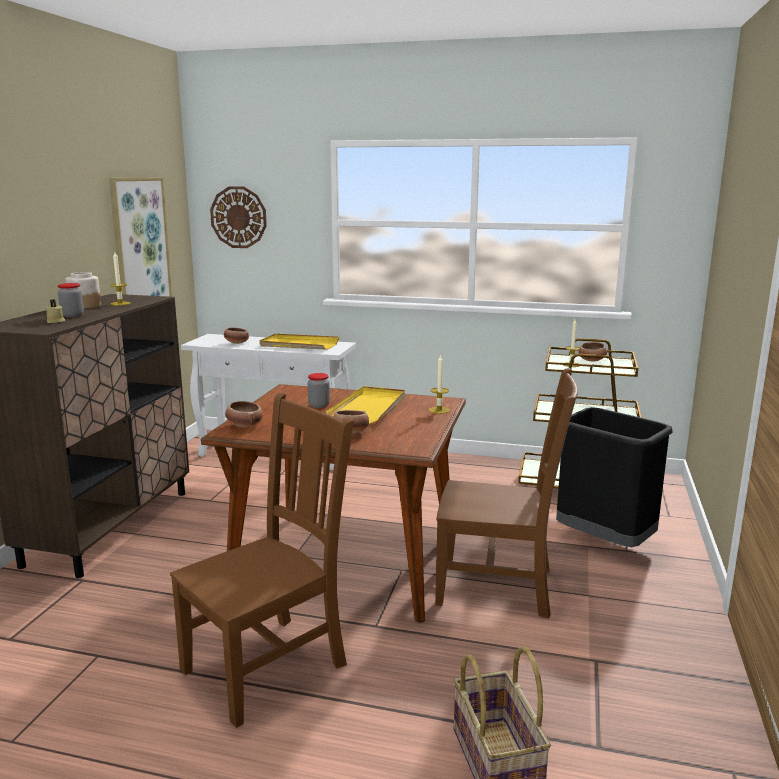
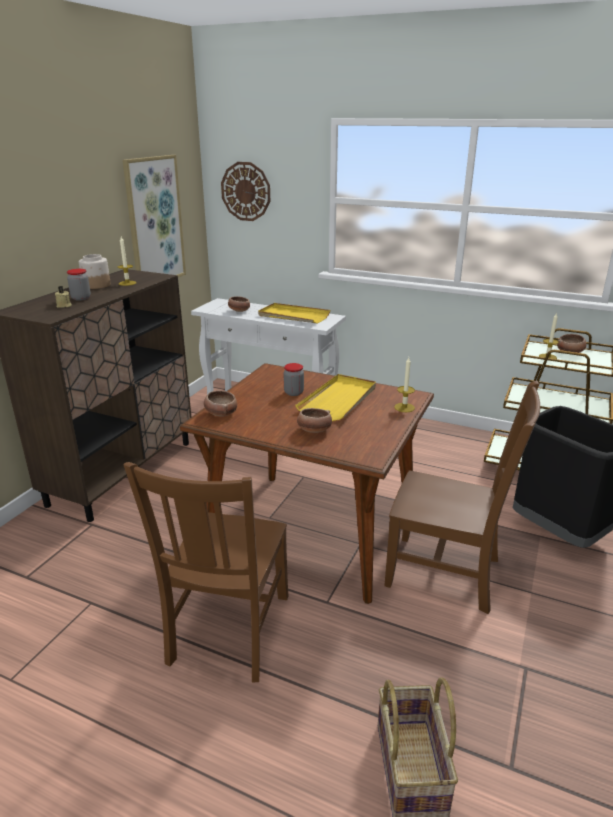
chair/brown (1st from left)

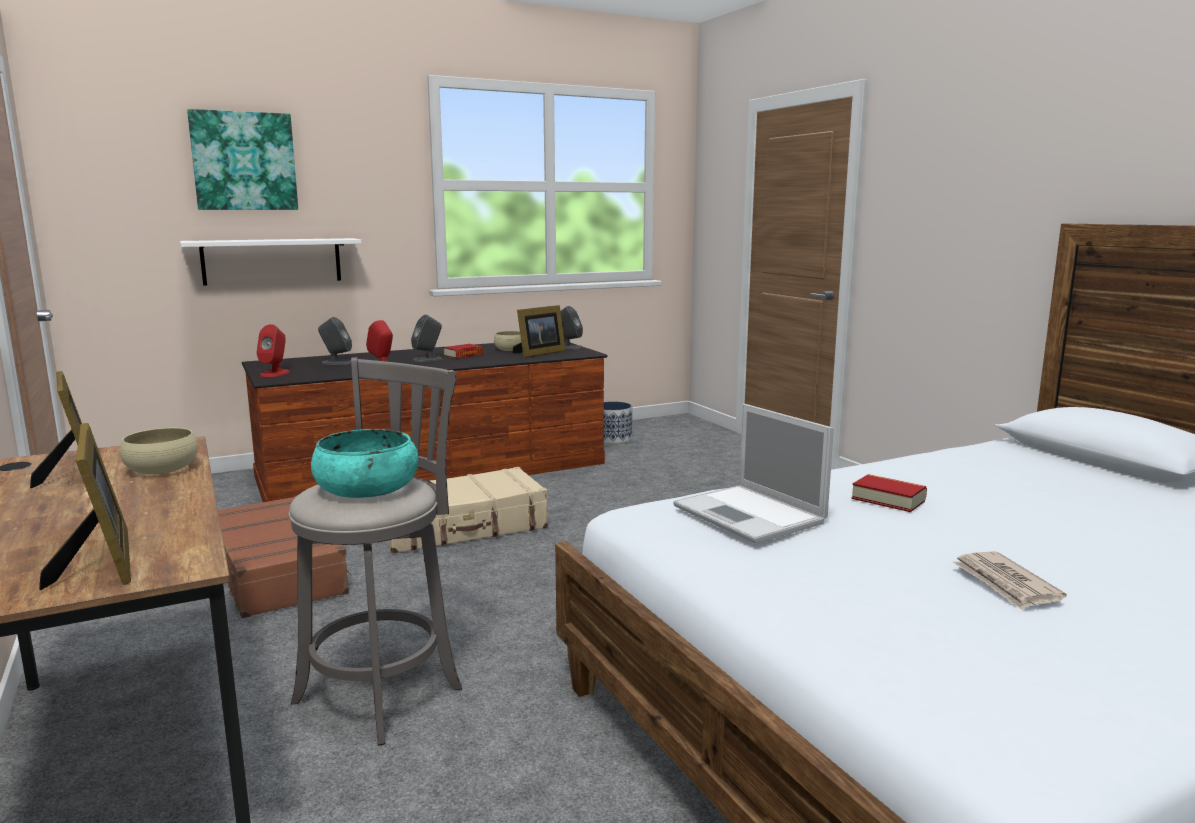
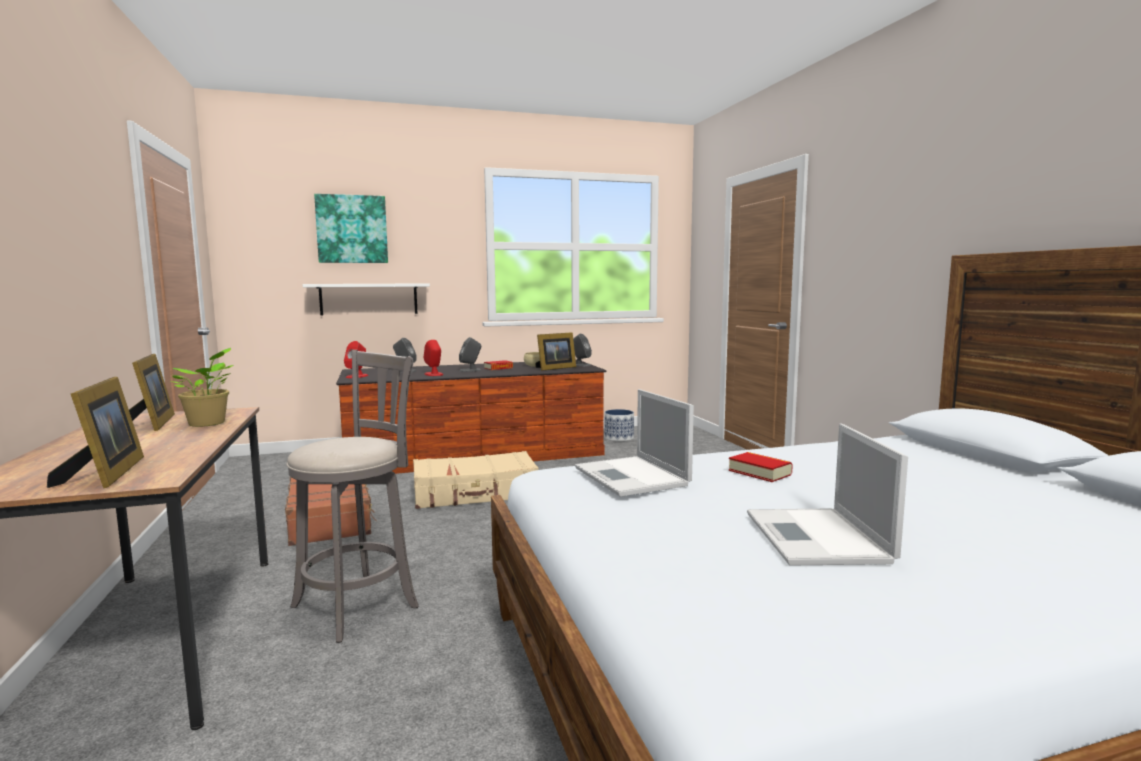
bowl/turquoise; potted plant; laptop (2nd from left)

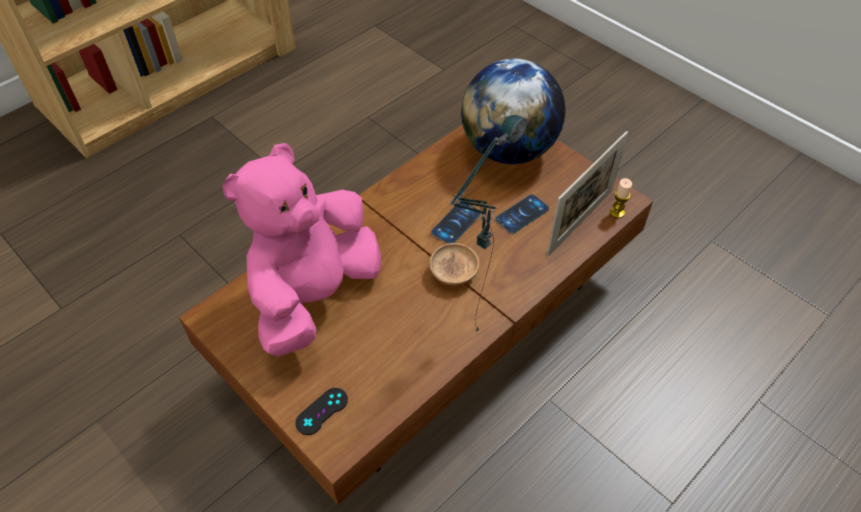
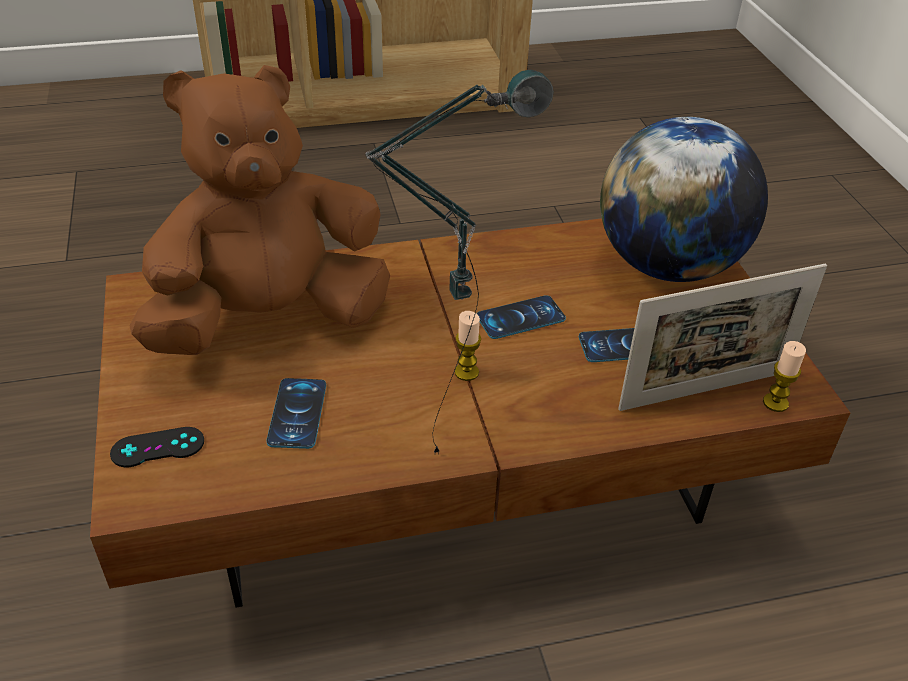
phone (1st from left); candle (1st from left); plush toy/brown

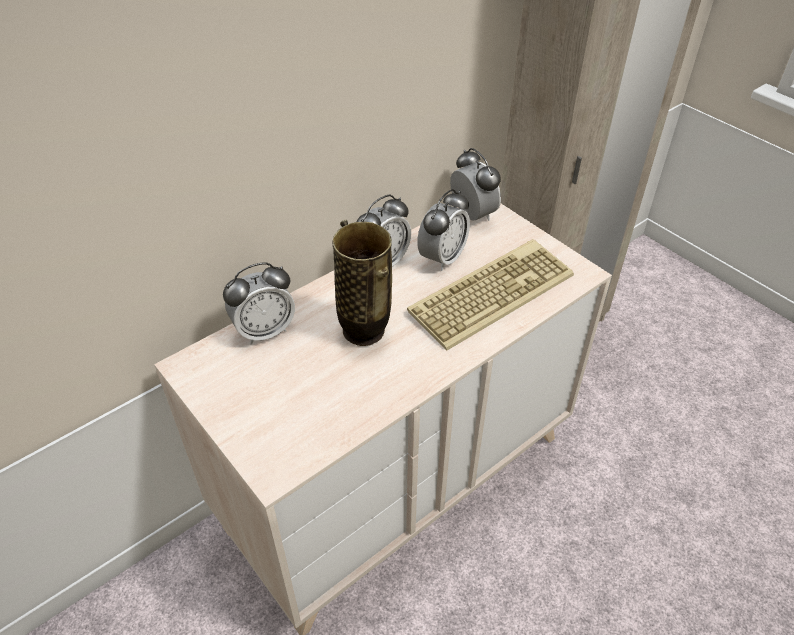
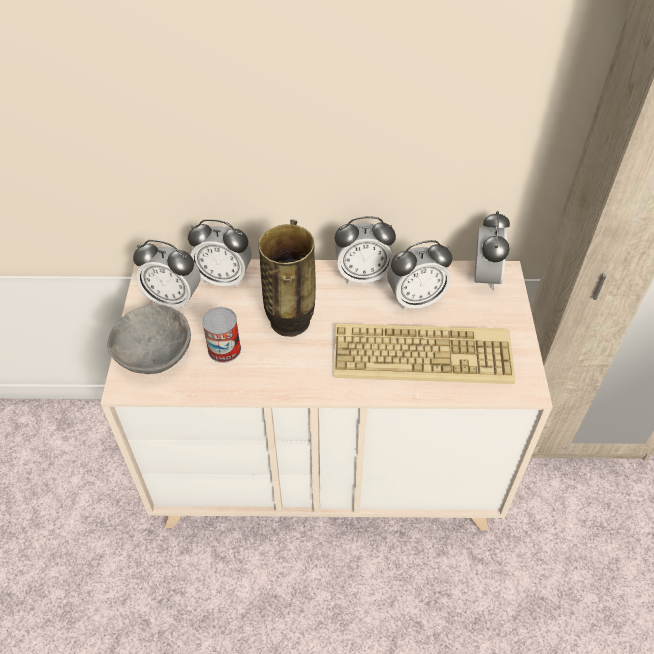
bowl/grey; alarm clock (1st from left); can

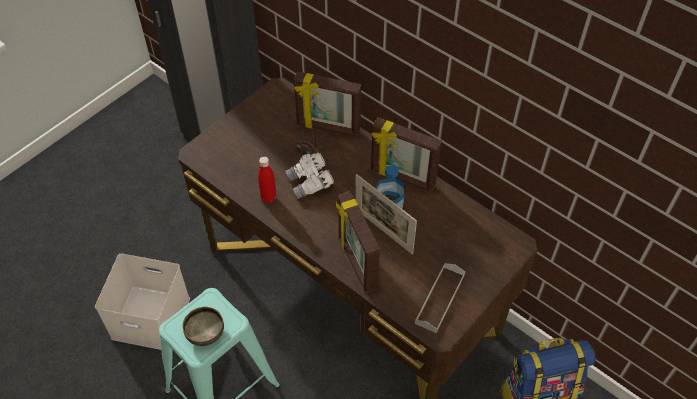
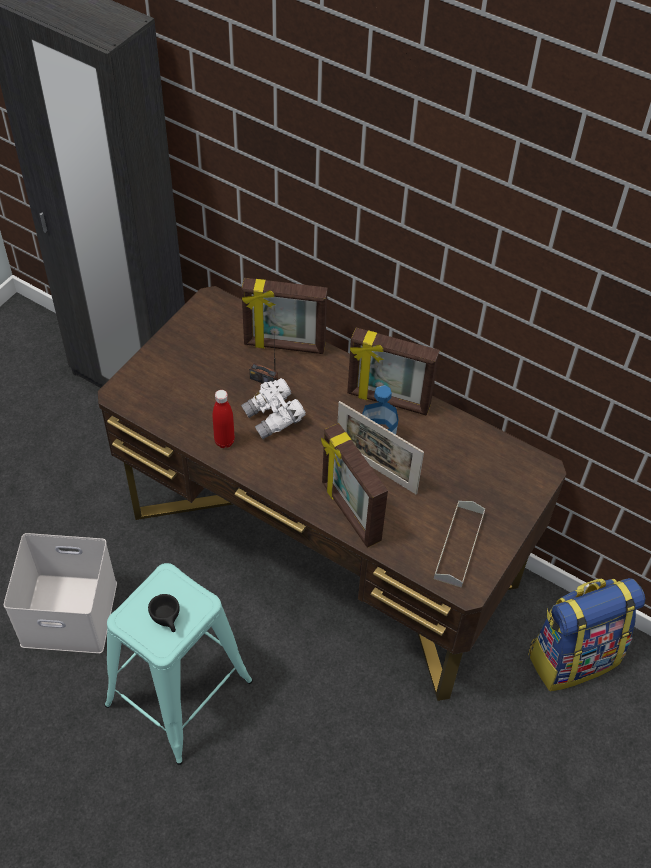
cup/black

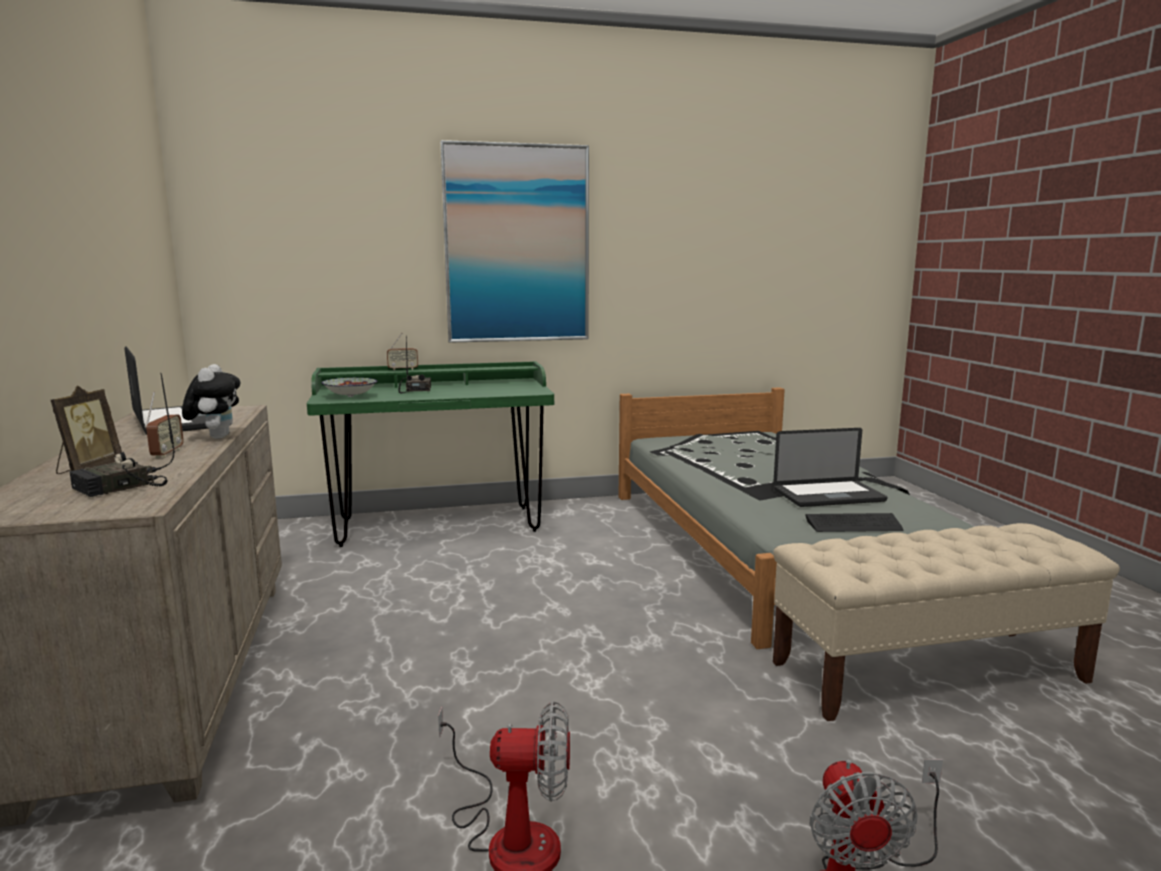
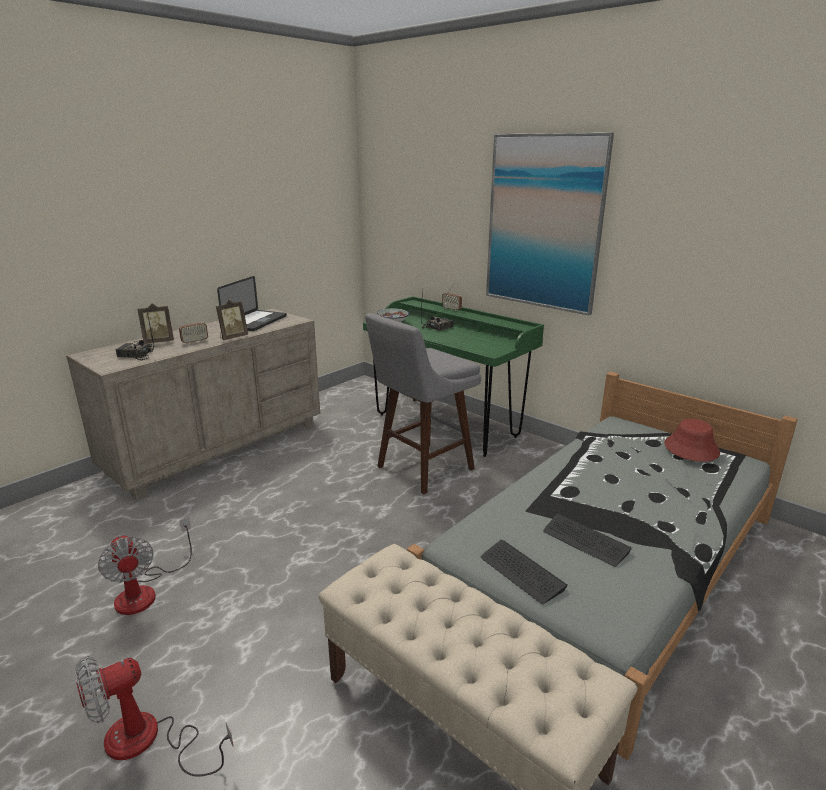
stool/grey; hat/red; picture frame (2nd from left); keyboard (2nd from left)

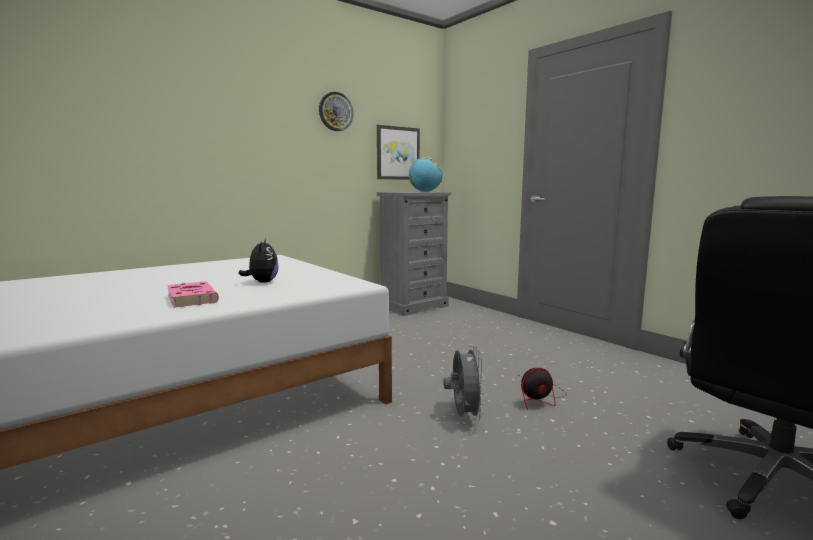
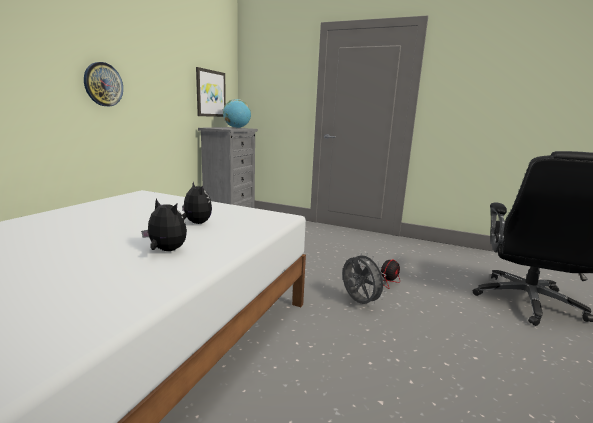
wall clock; plush toy (1st from left)

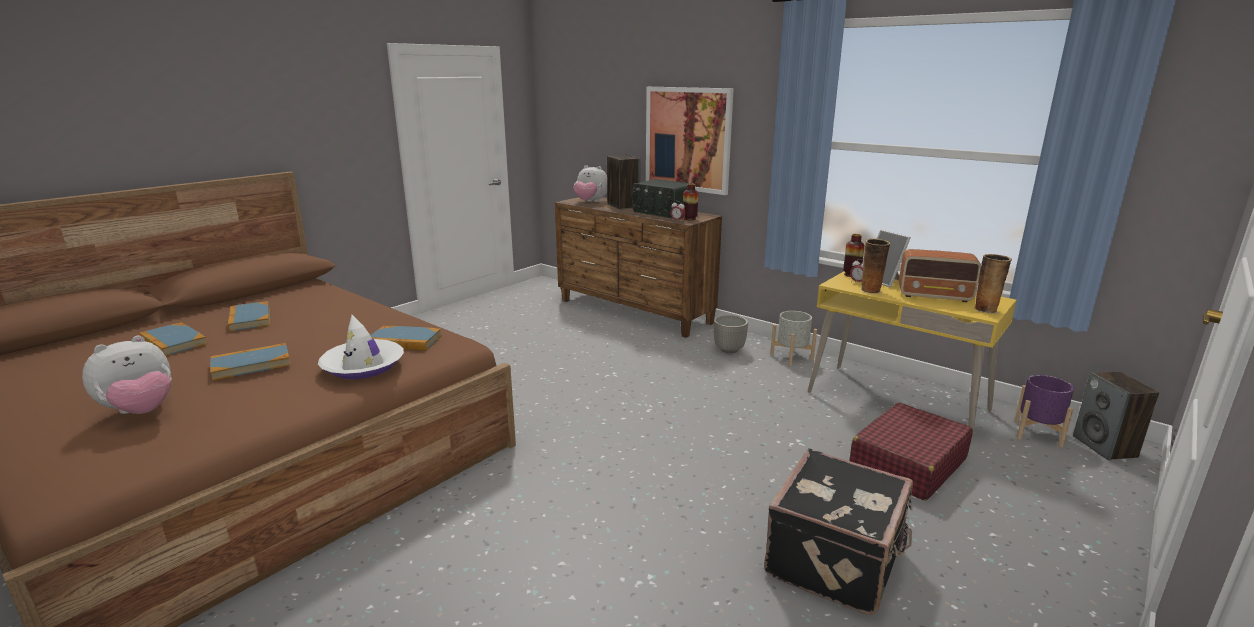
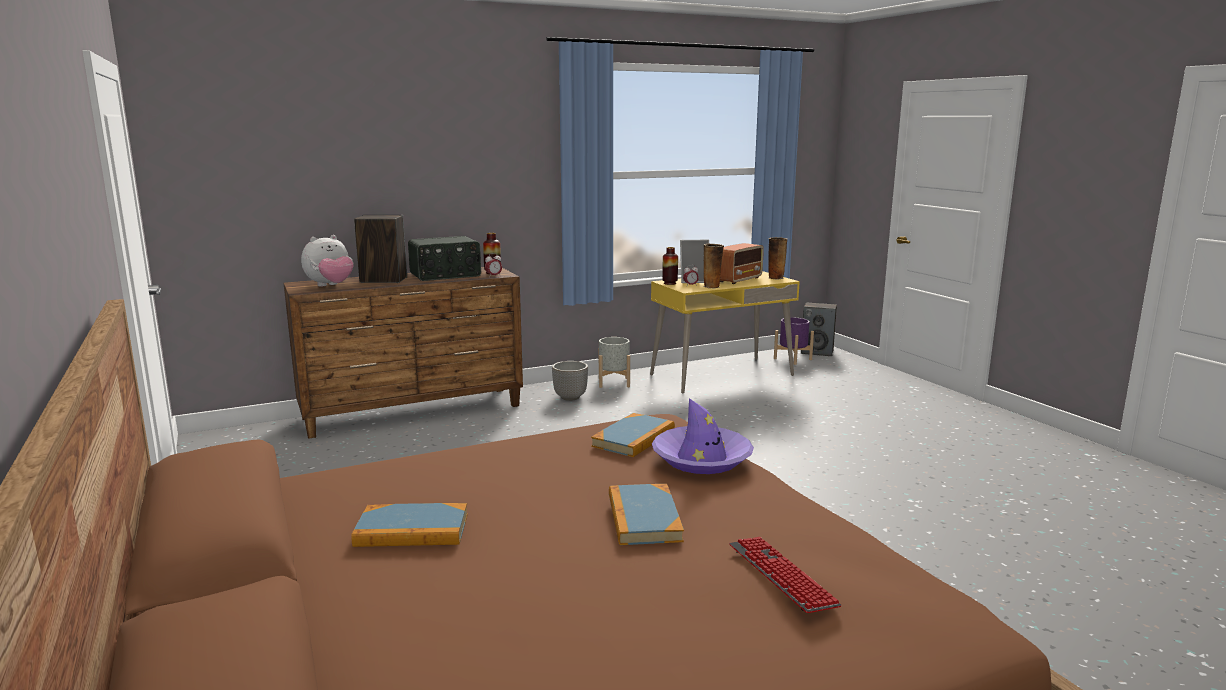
book (1st from left in the first image); picture; suitcase/black; suitcase/red; keyboard; hat/purple

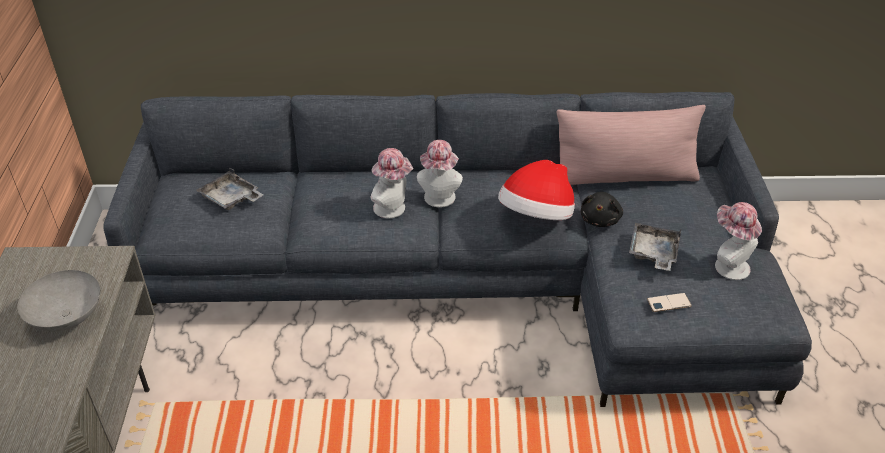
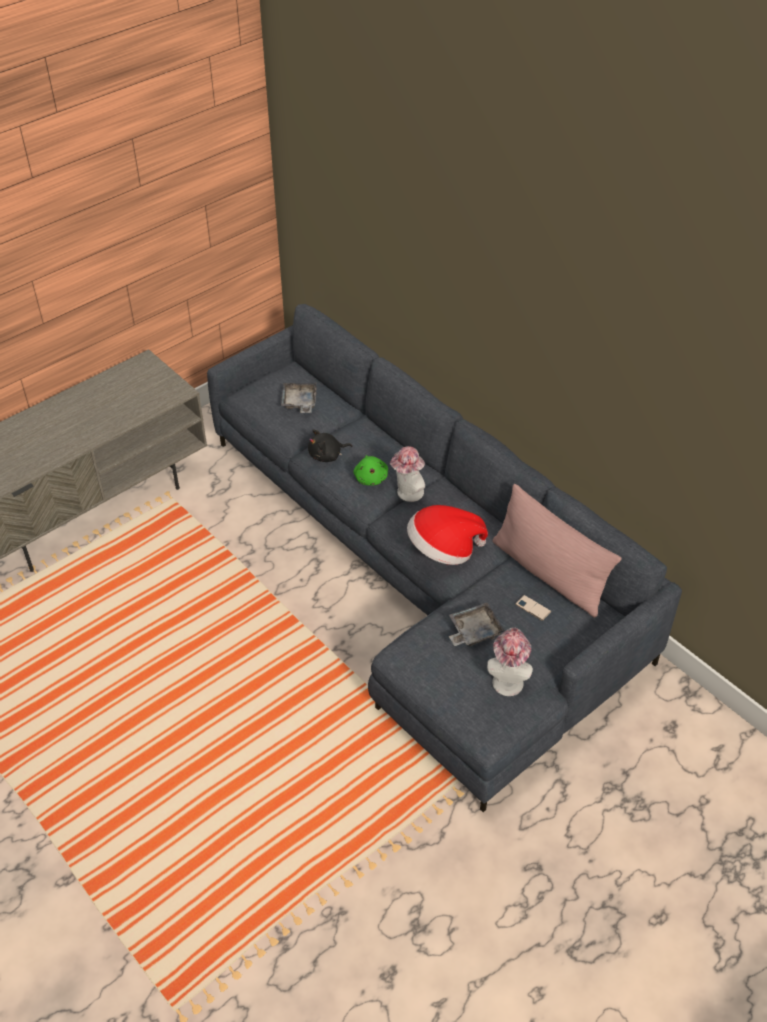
bowl/grey; plush toy/black; phone; plush toy/green

